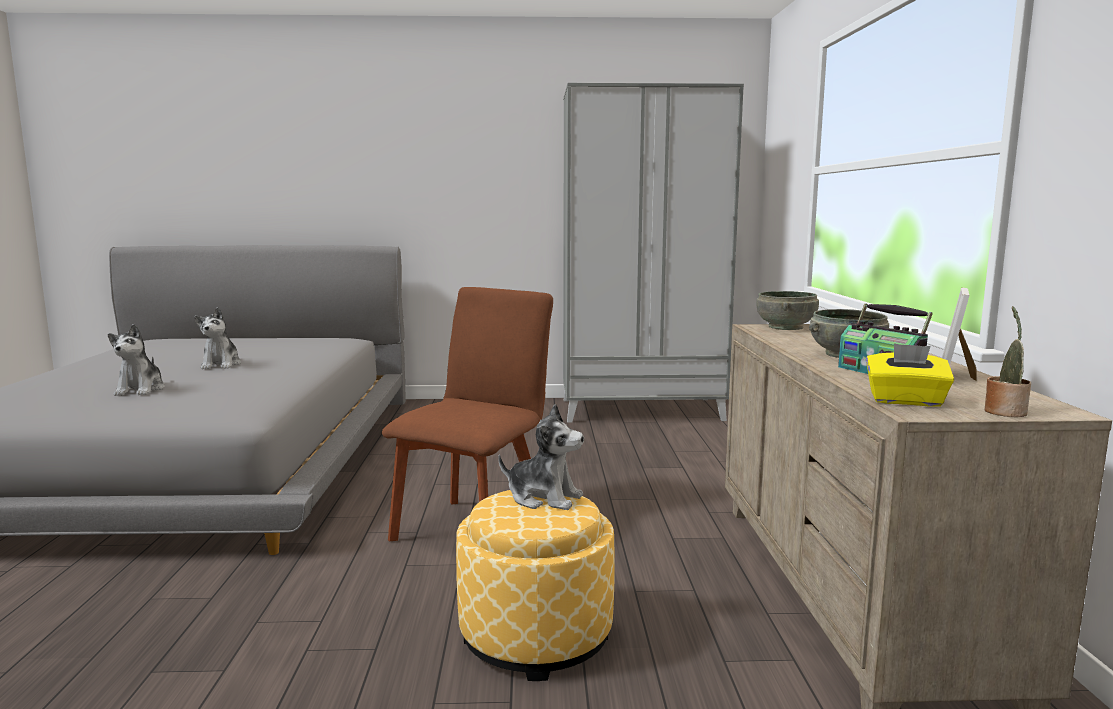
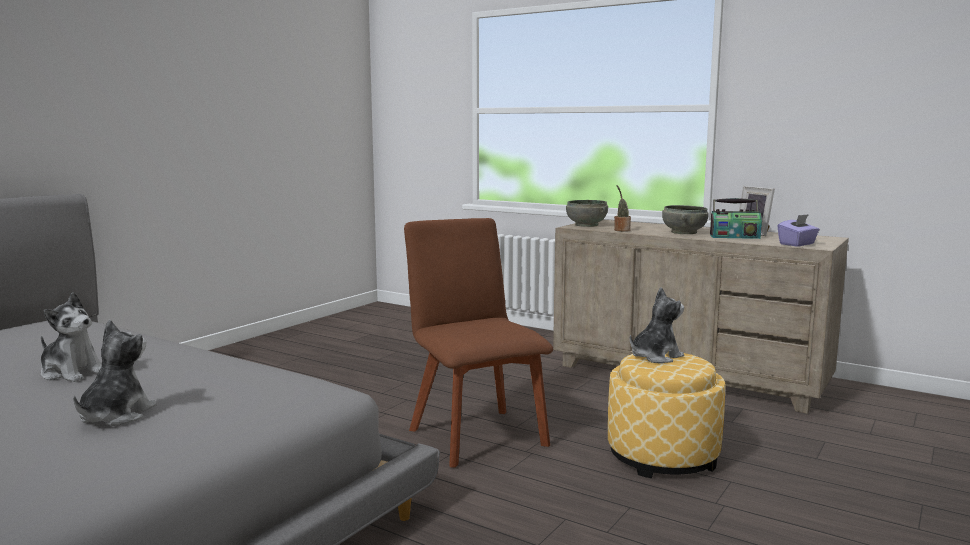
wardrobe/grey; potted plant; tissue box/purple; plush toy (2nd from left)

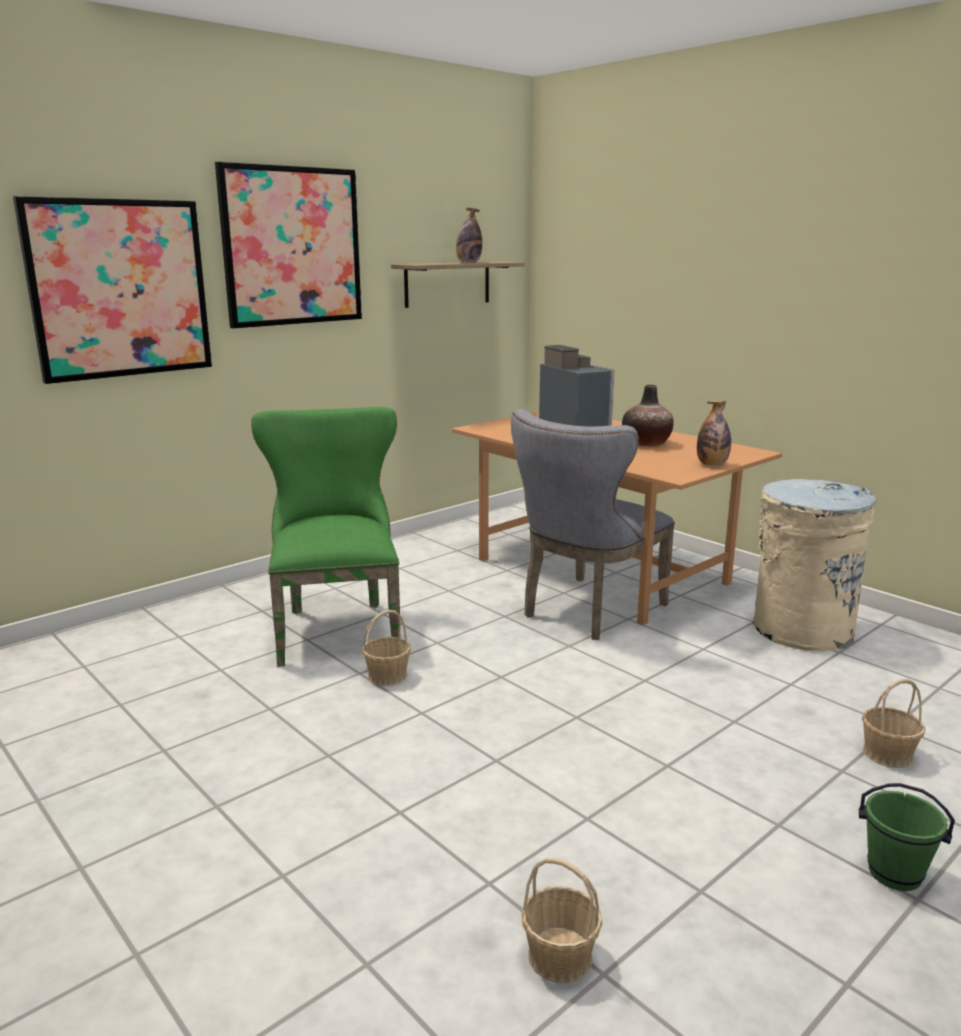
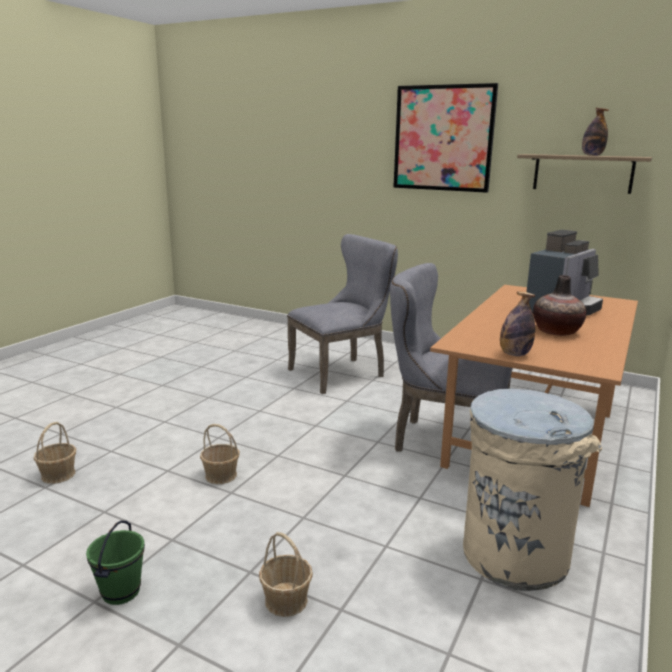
picture (1st from left in the first image); basket (2nd from left); chair/grey (1st from left)

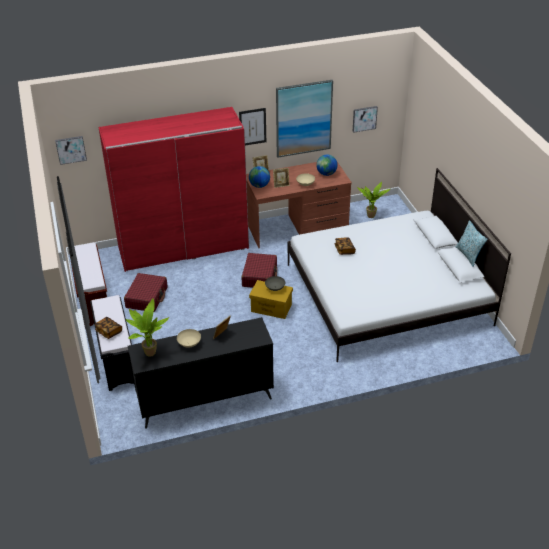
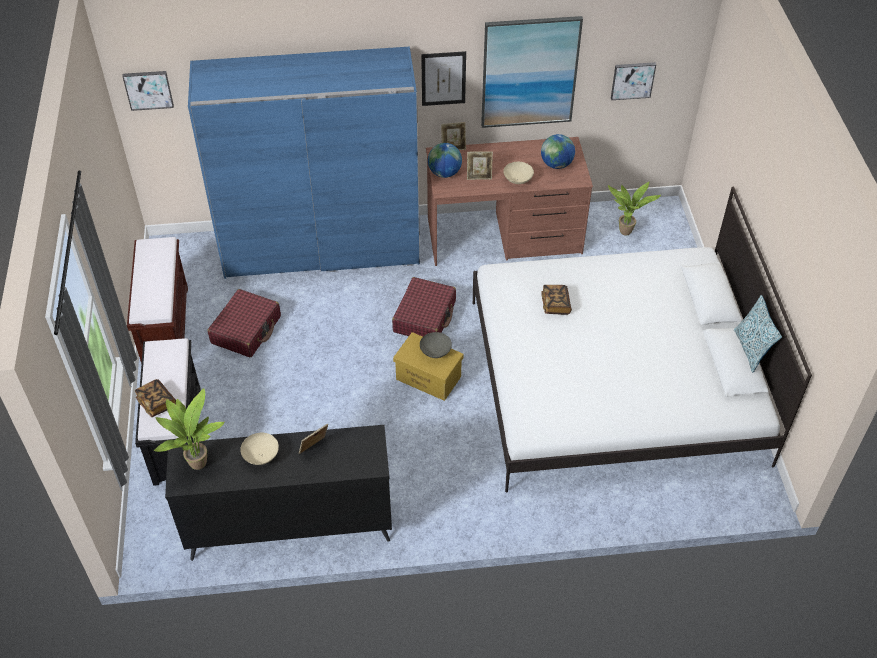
wardrobe/blue

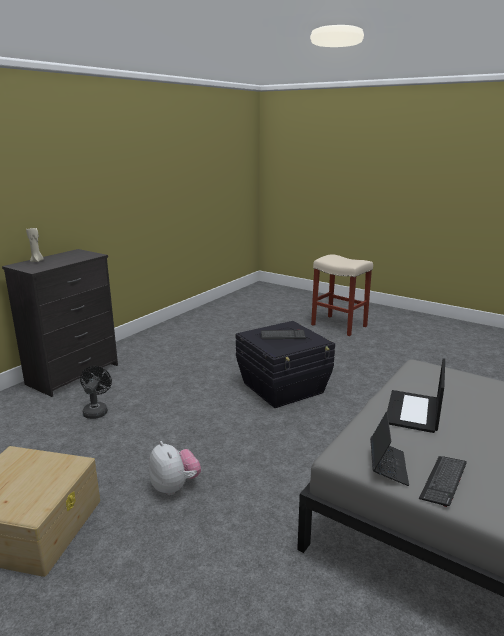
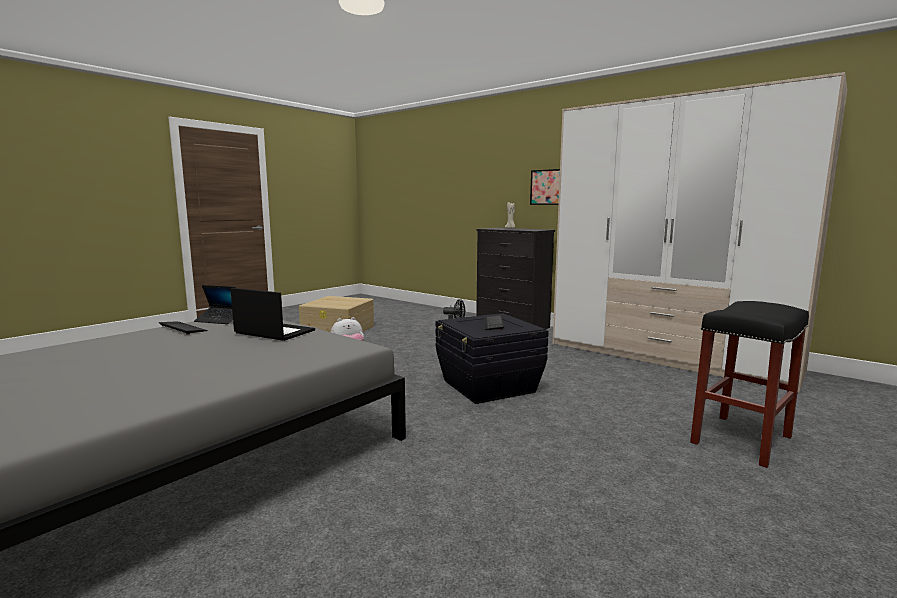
picture; wardrobe; stool/black

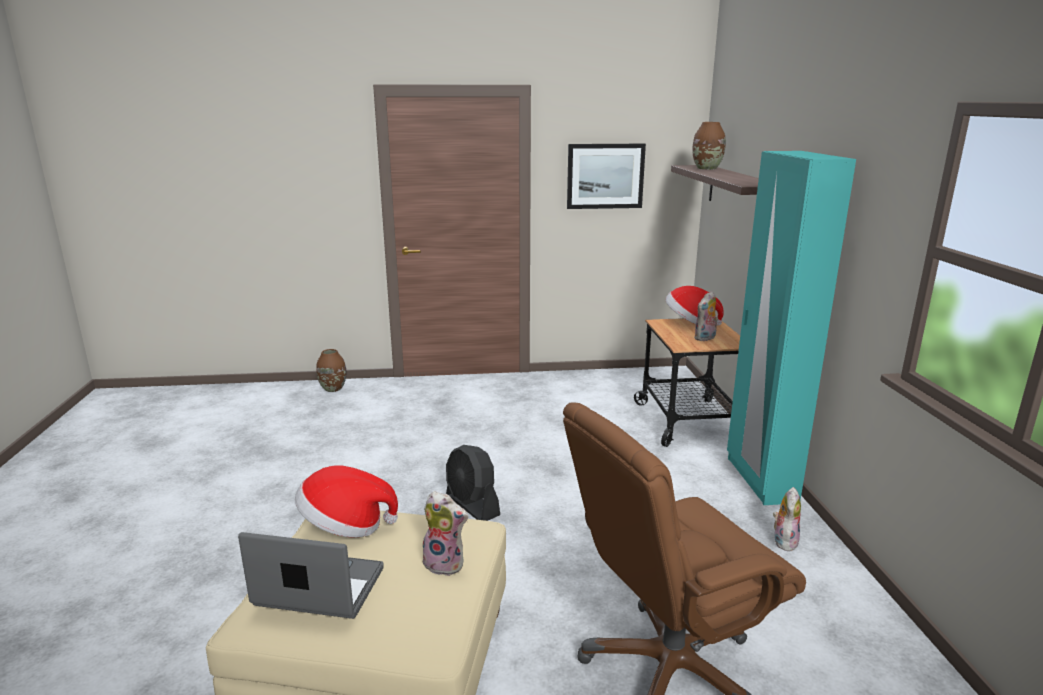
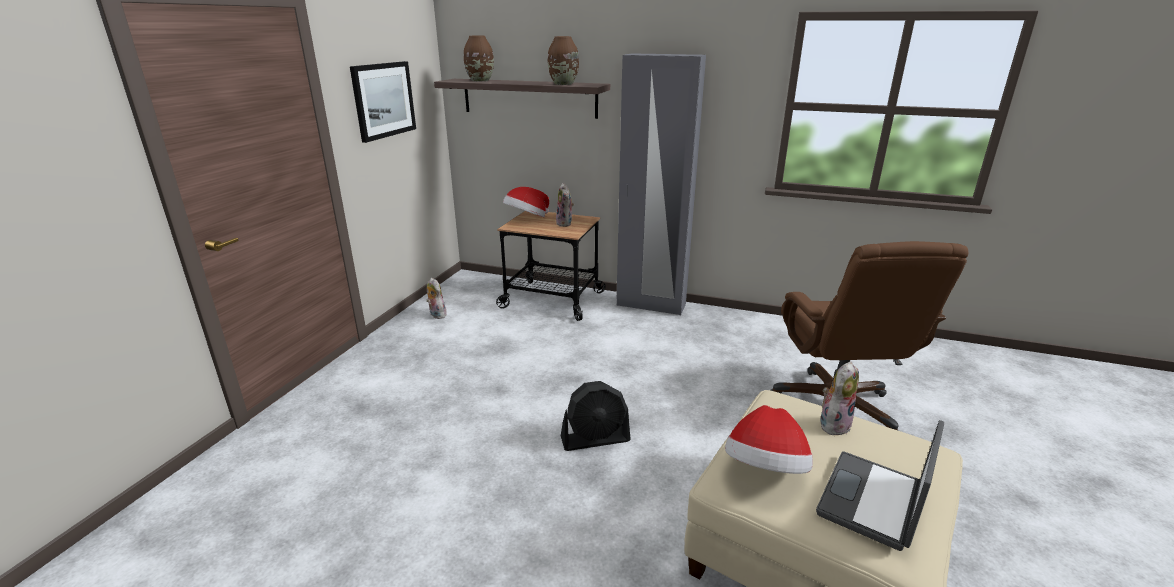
vase/brown (2nd from left); plush toy (1st from left); wardrobe/grey

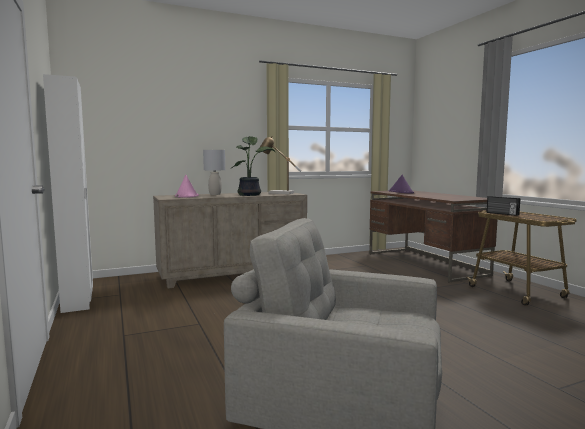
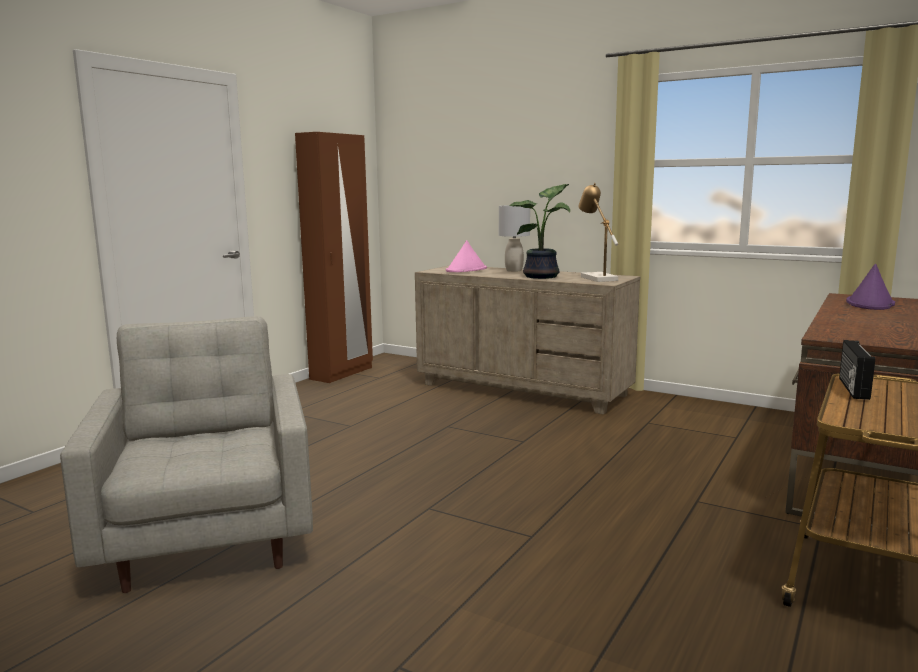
wardrobe/brown

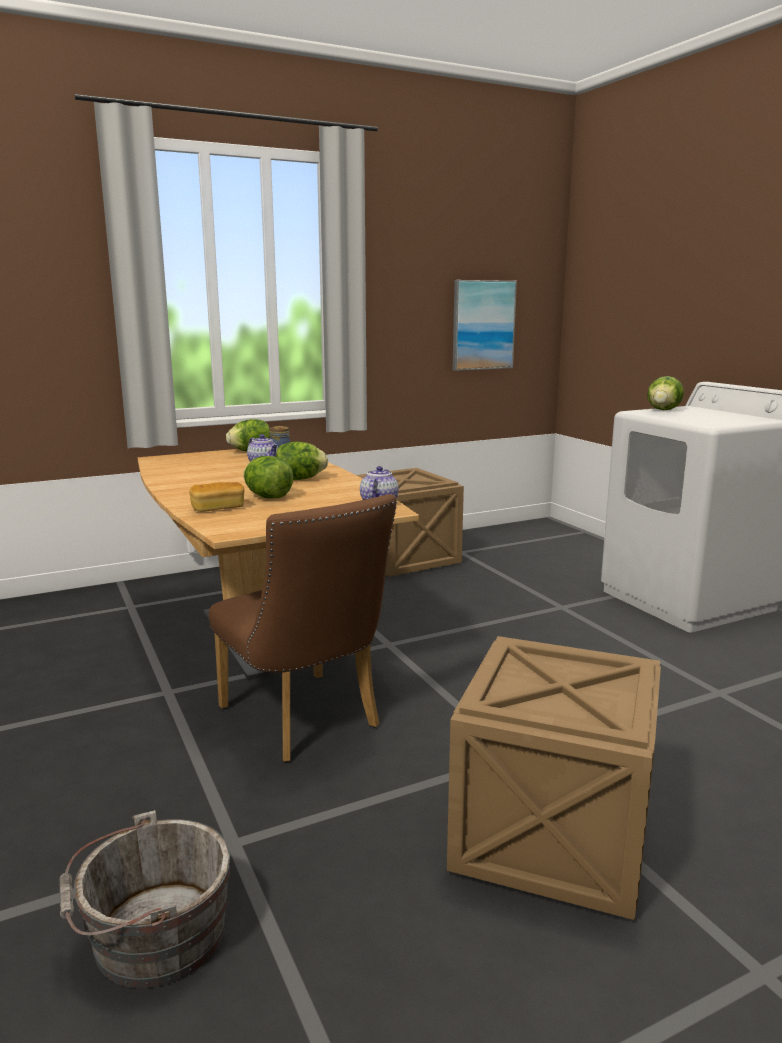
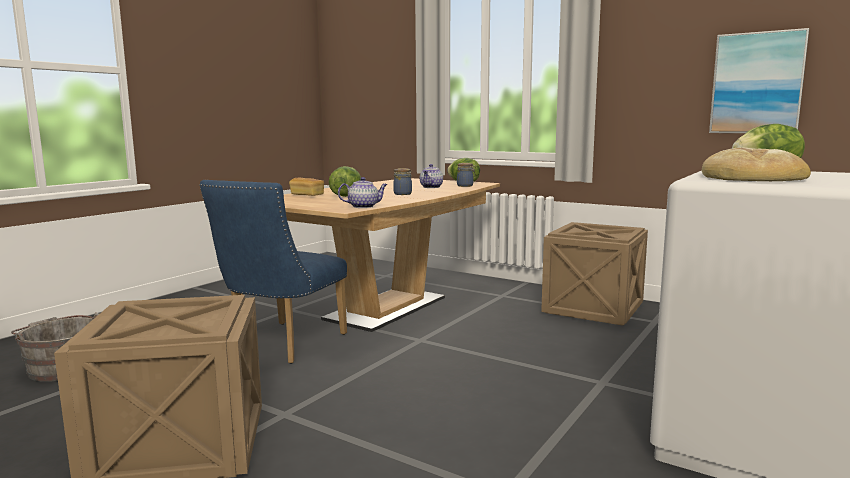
bread (2nd from left); jar (1st from left); chair/blue

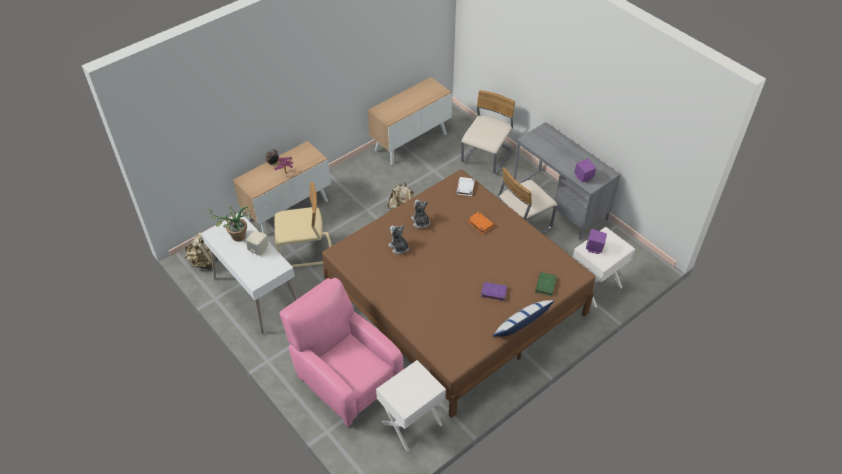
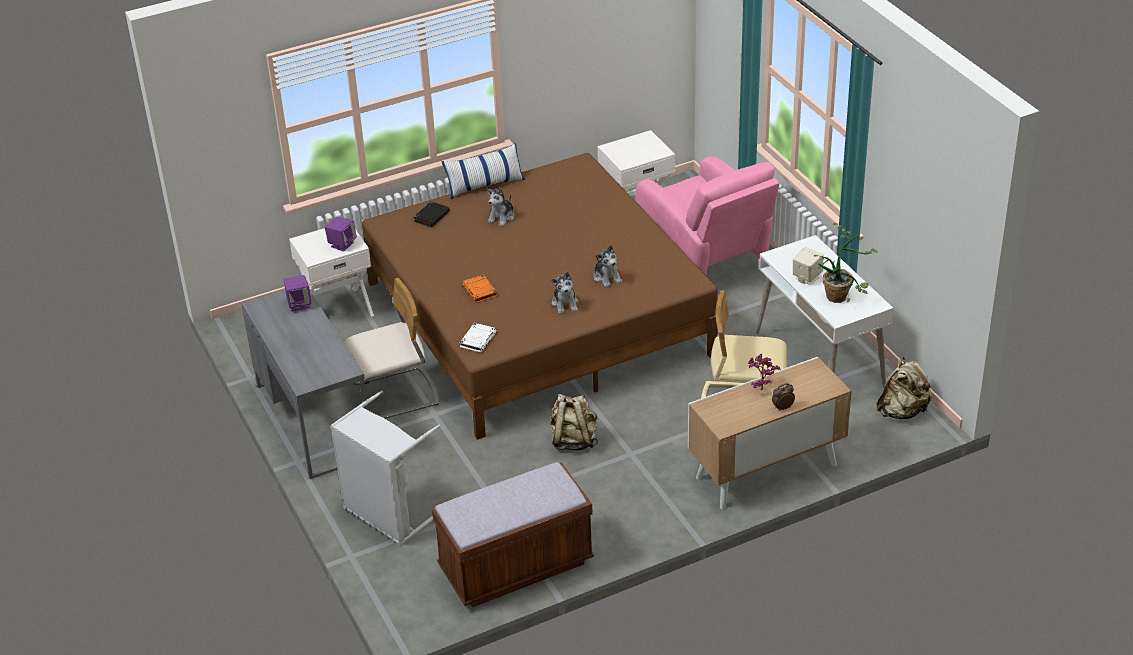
bench/brown; laundry basket/grey; plush toy (1st from left); book/black

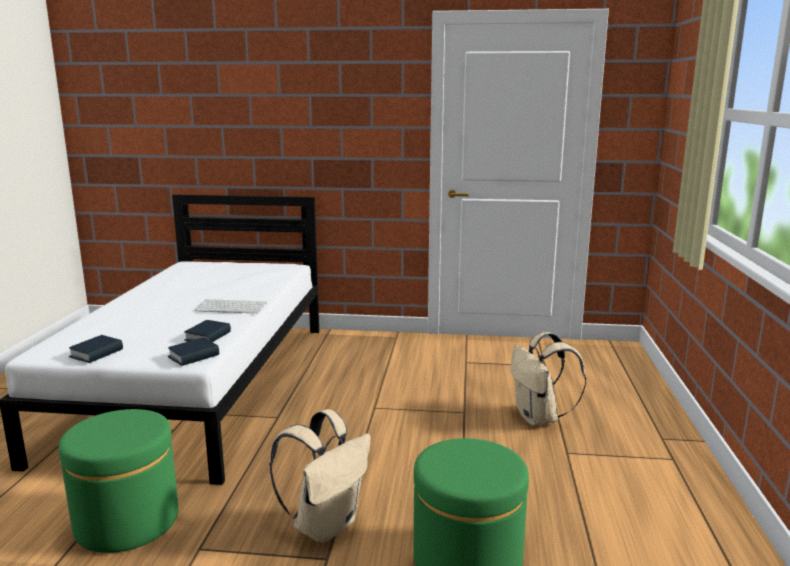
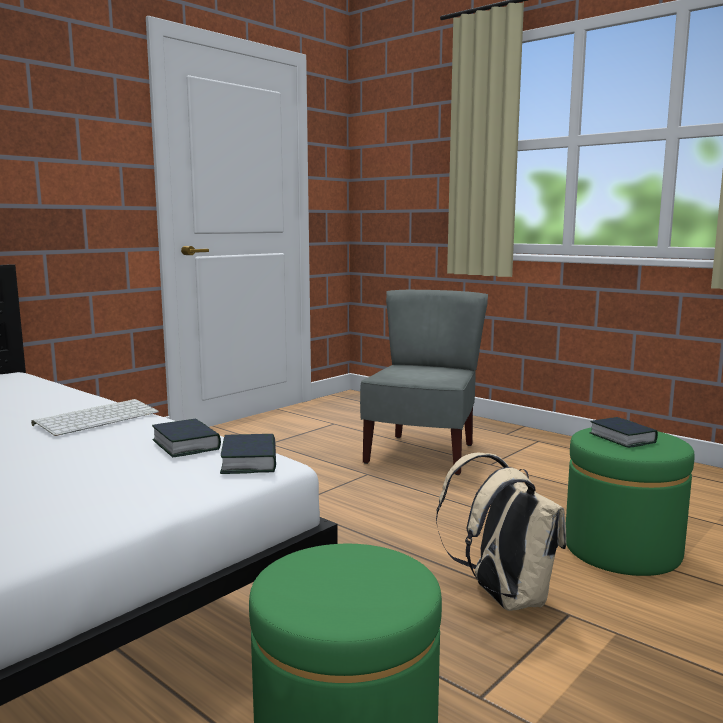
book (3rd from left); chair/grey

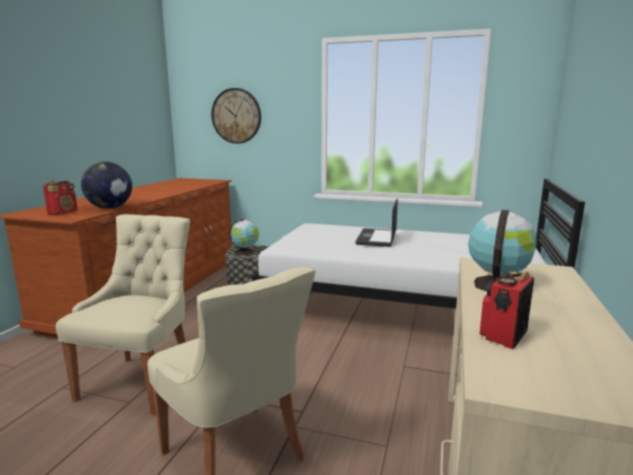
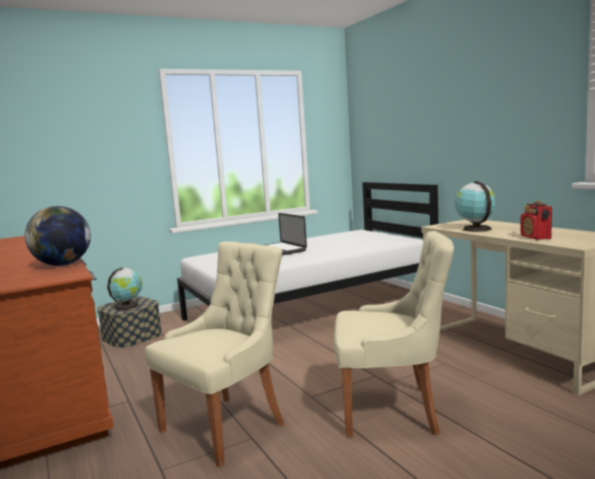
radio (1st from left in the first image); wall clock; chair/beige (1st from left)

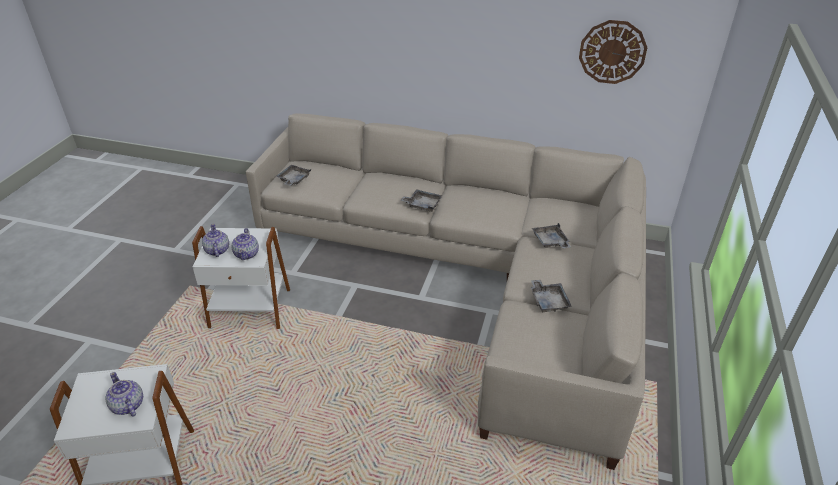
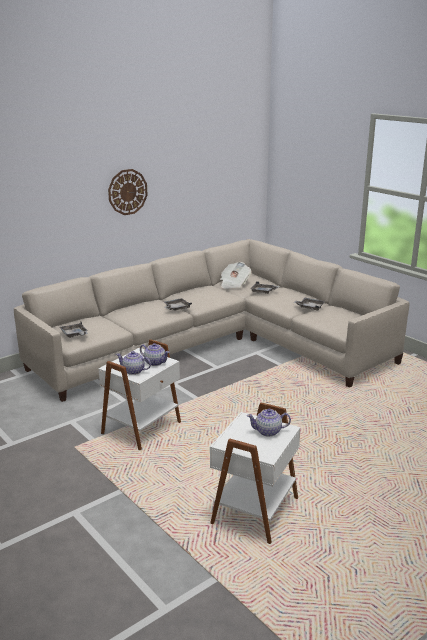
newspaper; wall clock

